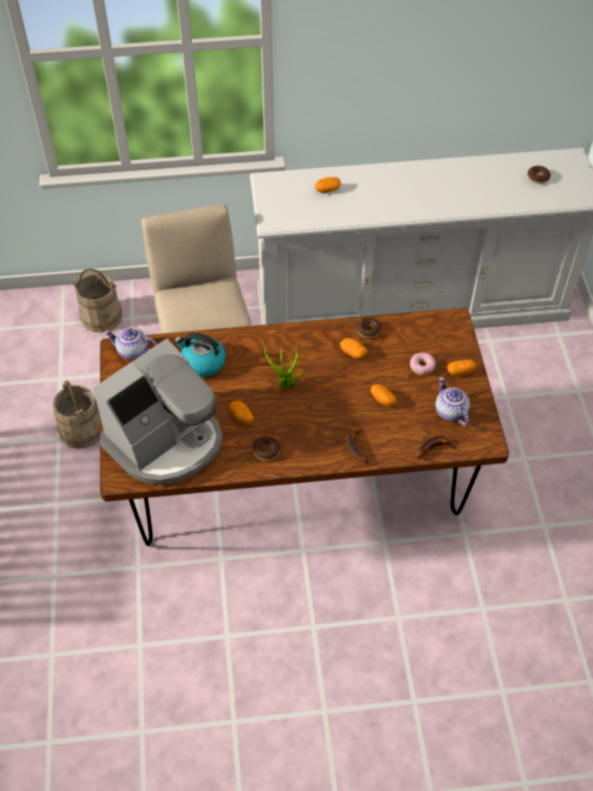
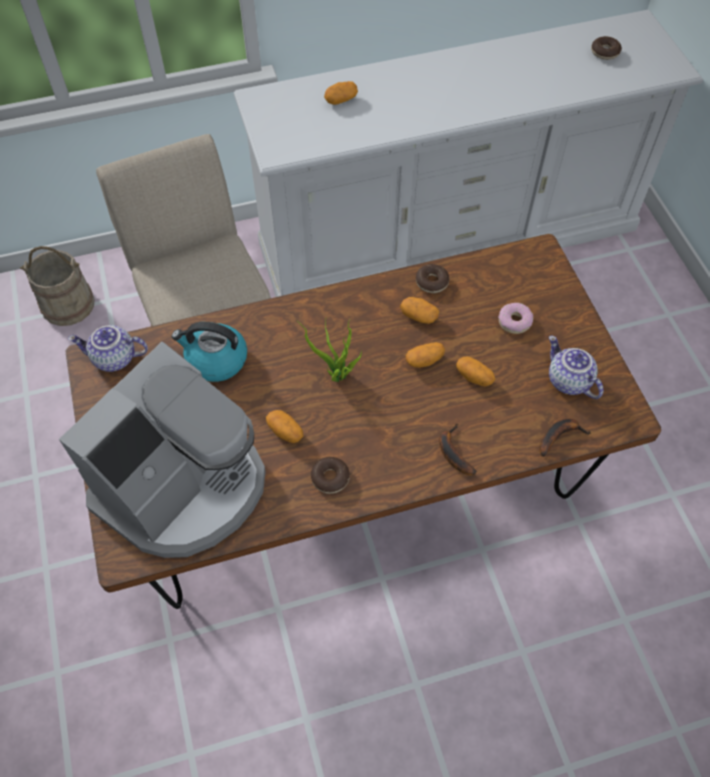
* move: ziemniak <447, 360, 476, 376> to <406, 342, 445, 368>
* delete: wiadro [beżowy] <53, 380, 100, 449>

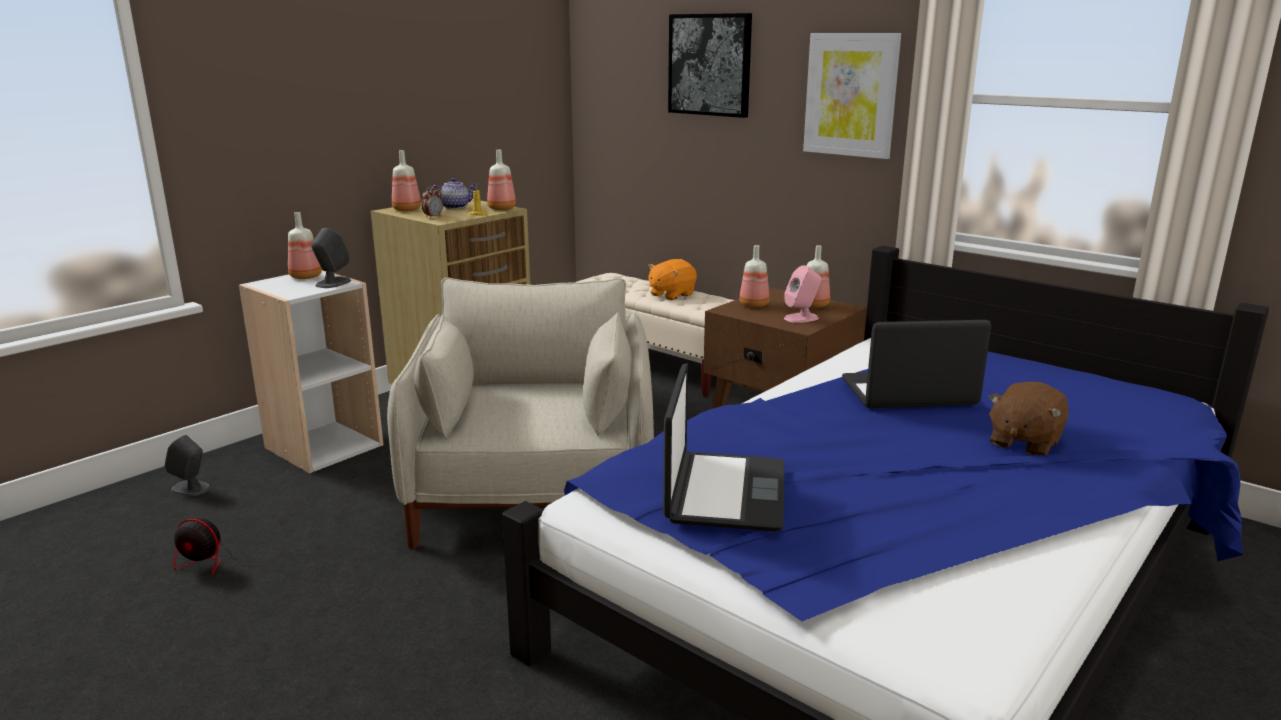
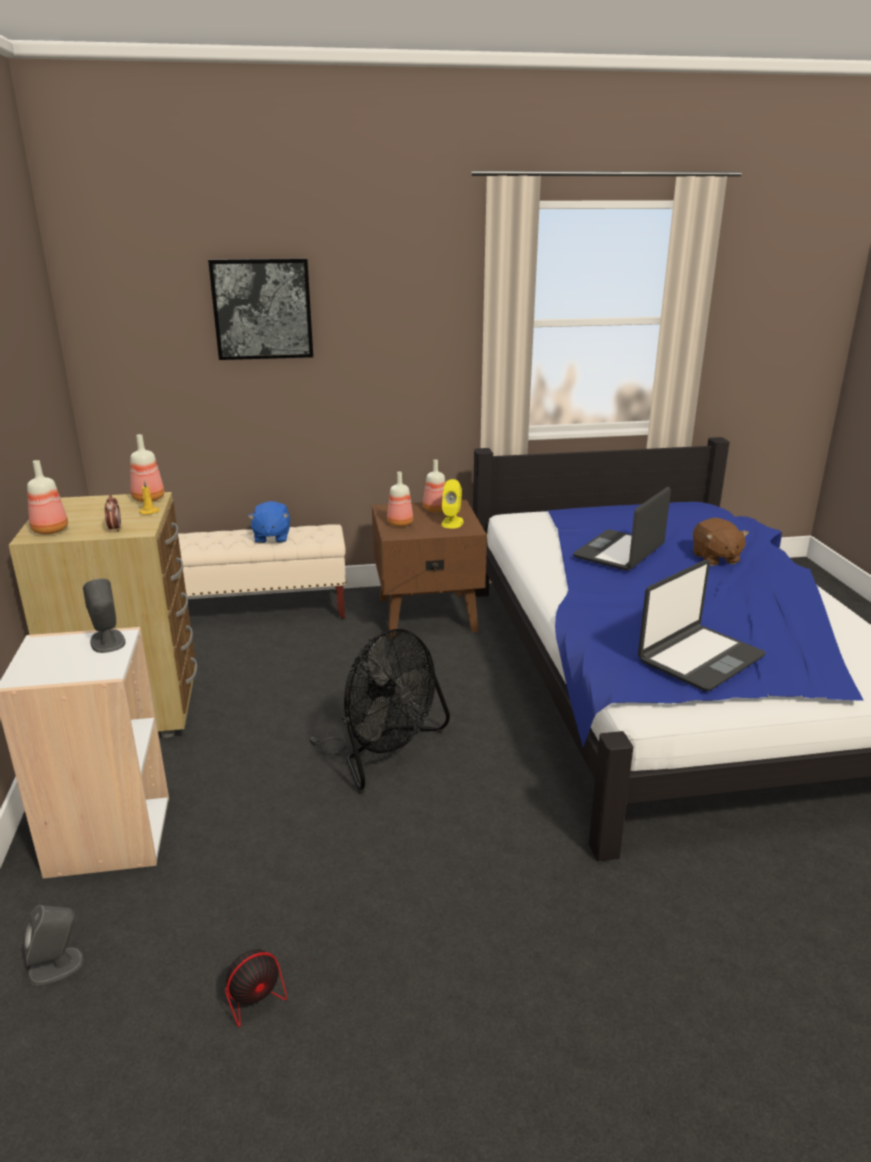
* recolor: pluszak [pomarańczowy] <648, 259, 697, 300> to pluszak [niebieski] <248, 501, 290, 543>
* replace: fotel [beżowy] <387, 277, 654, 549> to wentylator [czarny] <310, 629, 450, 794>
* recolor: głośnik [różowy] <784, 265, 821, 323> to głośnik [żółty] <441, 479, 464, 529>
* rotate: laptop <663, 363, 784, 532> = <638, 560, 766, 691> 90 degrees clockwise
* delete: butelka <288, 212, 322, 279>
* delete: imbryk <430, 178, 477, 209>
* delete: obraz <803, 33, 901, 159>

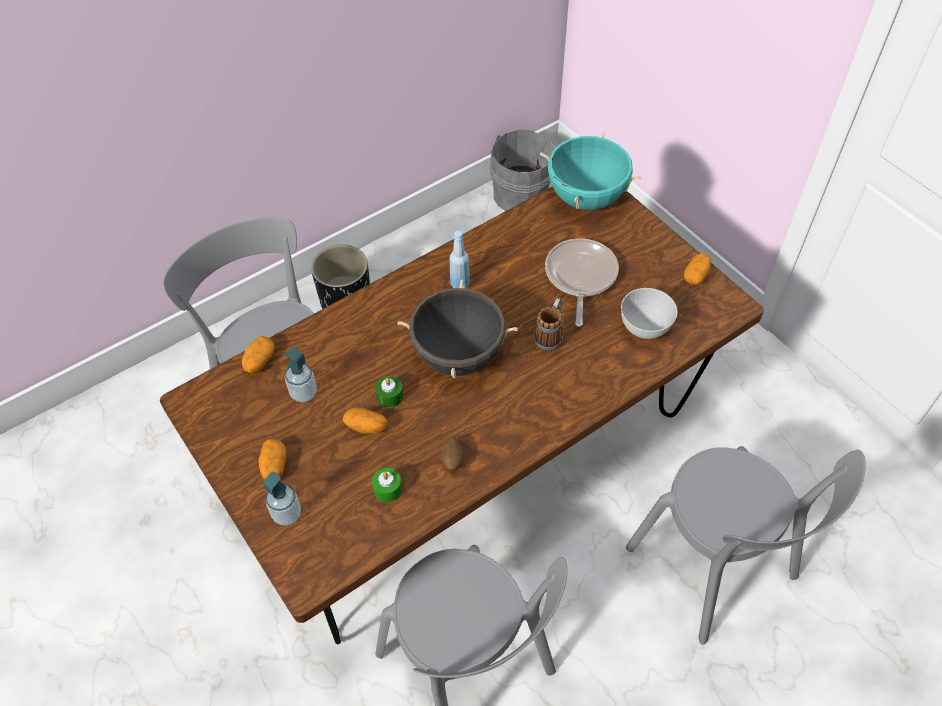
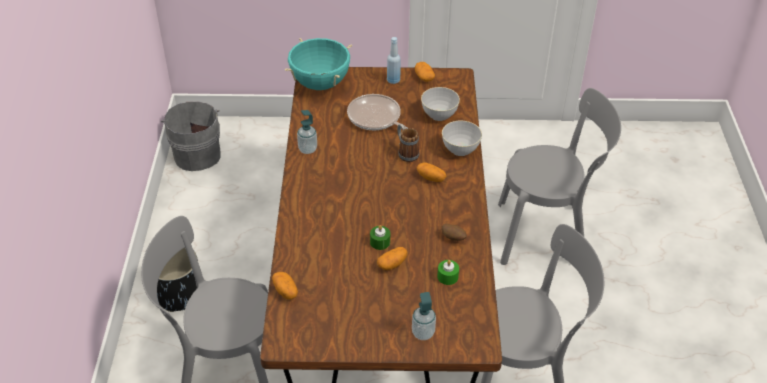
* move: dozownik mydła <285, 347, 317, 402> to <297, 110, 317, 154>
* move: butelka [niebieski] <450, 230, 470, 288> to <387, 37, 401, 84>
* move: ziemniak <258, 439, 286, 479> to <417, 162, 446, 182>
* insert: miska [szary] <442, 121, 482, 156>
* delete: garnek [czarny] <397, 280, 518, 379>

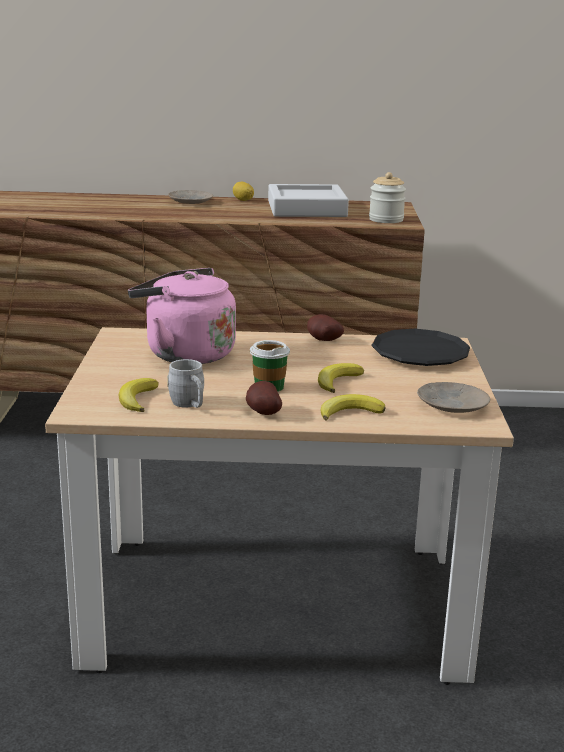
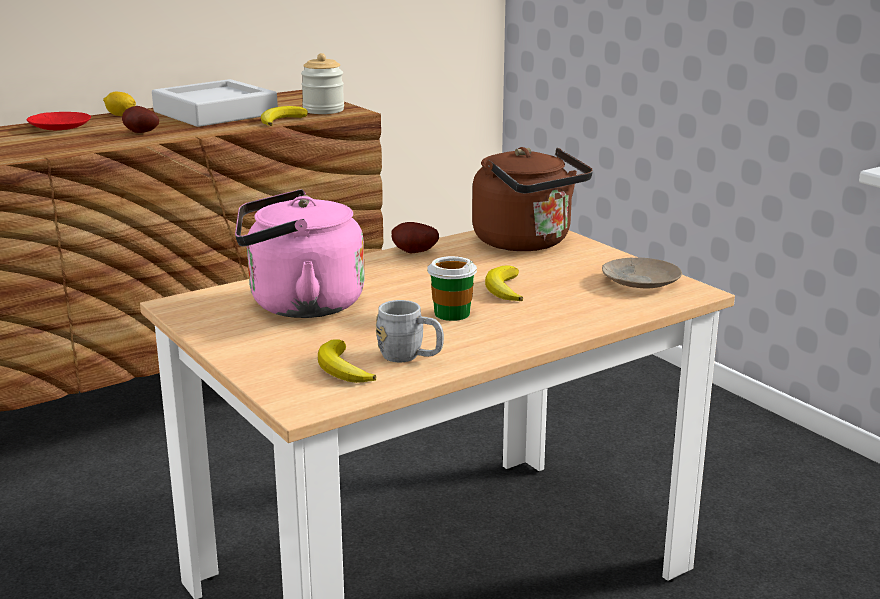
* recolor: talerz [beżowy] <168, 190, 213, 204> to talerz [czerwony] <26, 112, 91, 130>
* move: ziemniak <246, 381, 282, 415> to <122, 106, 159, 133>
* move: banan <321, 394, 386, 421> to <261, 106, 308, 126>
* replace: talerz [czarny] <372, 329, 470, 366> to czajnik [brązowy] <472, 147, 593, 251>

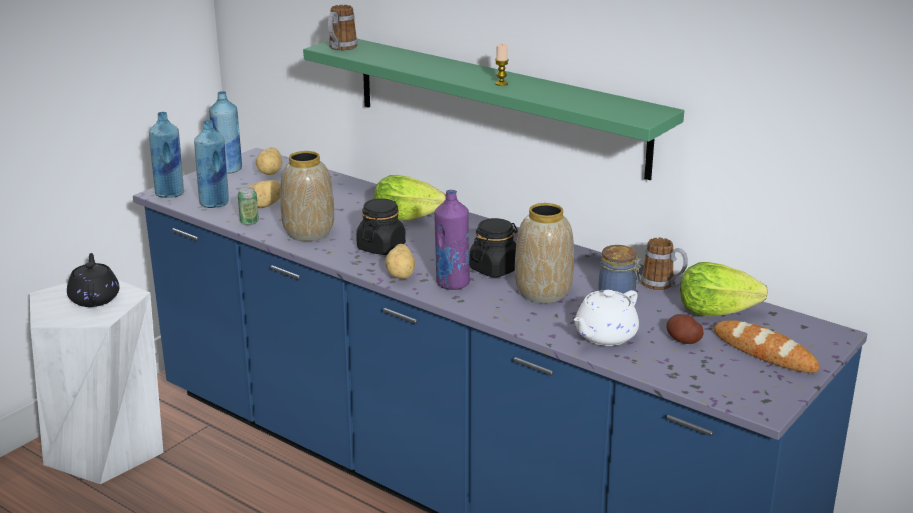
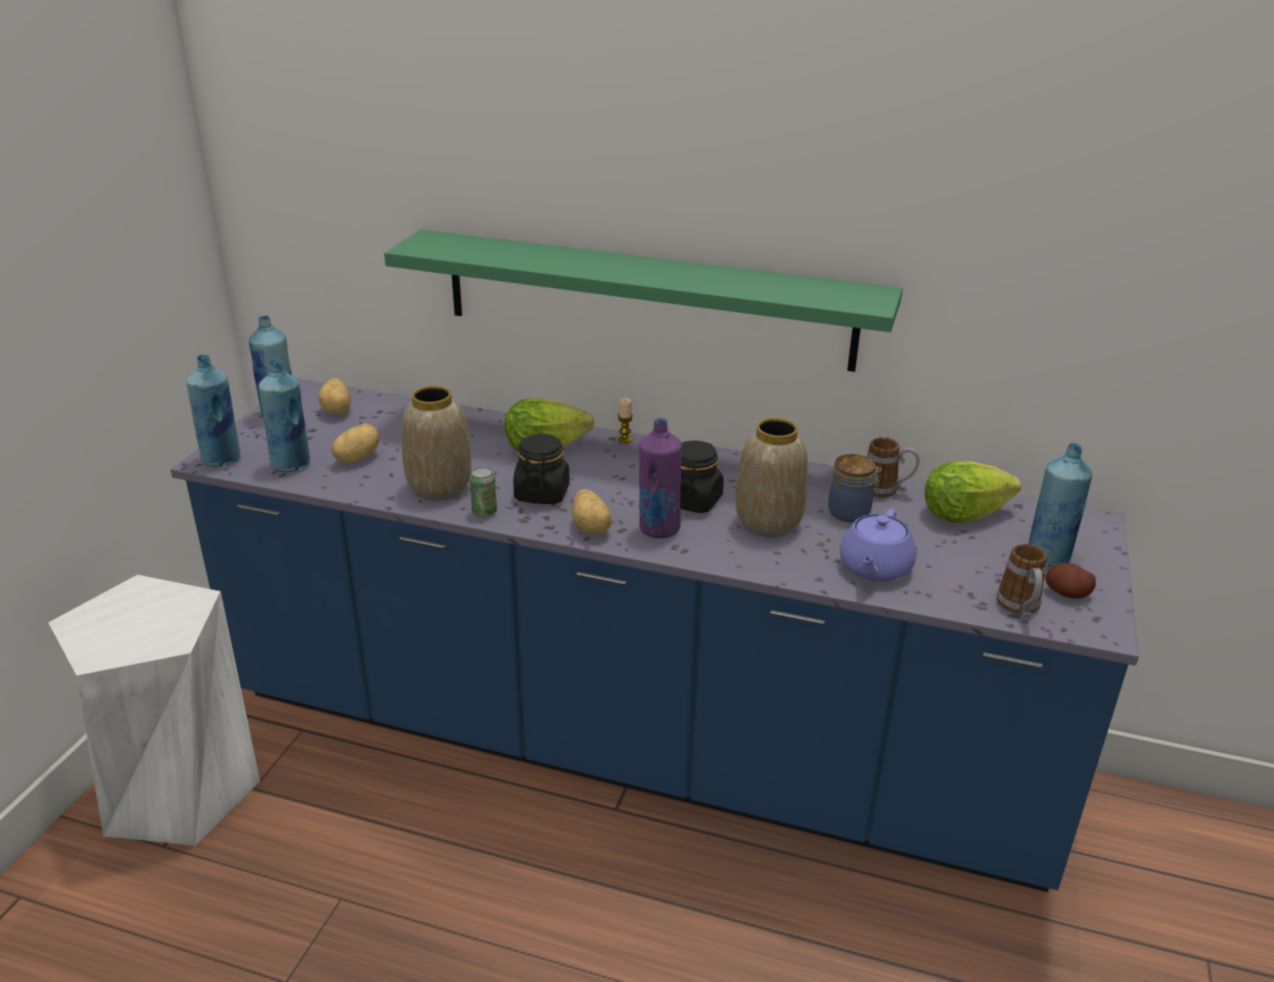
* move: puszka <238, 187, 259, 225> to <470, 467, 497, 518>
* move: świeca <495, 43, 509, 86> to <618, 398, 633, 443>
* recolor: imbryk [biały] <574, 290, 639, 346> to imbryk [fioletowy] <840, 509, 916, 582>
* move: kubek <328, 5, 358, 50> to <996, 544, 1047, 617>
* replace: chleb <714, 320, 819, 373> to butelka [niebieski] <1028, 443, 1092, 567>
* move: ziemniak <666, 314, 704, 344> to <1045, 563, 1096, 599>
* delete: imbryk [czarny] <67, 253, 120, 307>

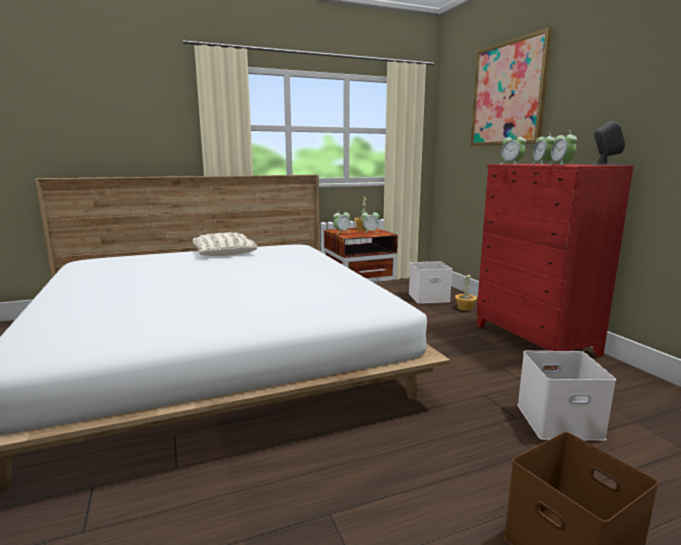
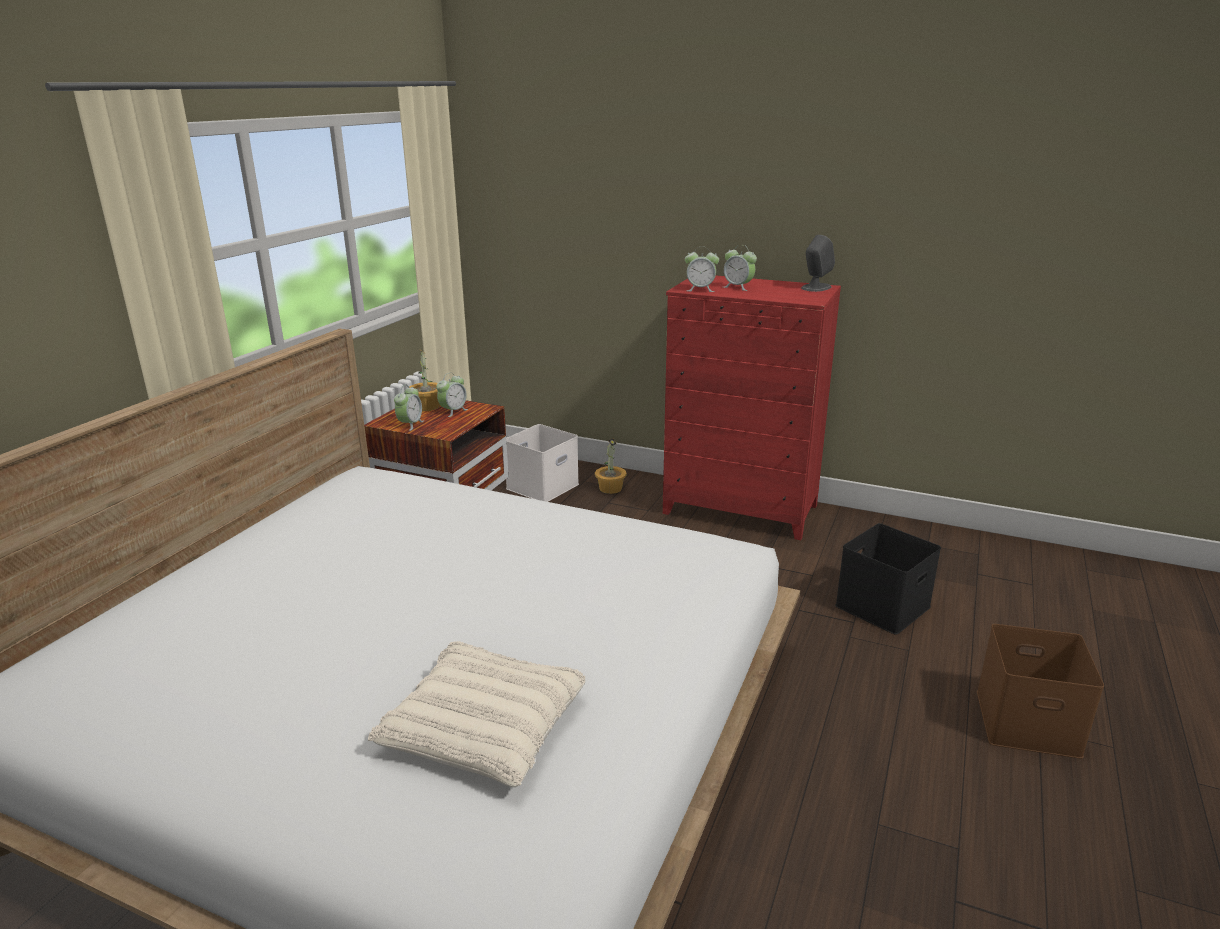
* move: poduszka [beżowy] <192, 232, 258, 256> to <368, 641, 585, 787>
* recolor: pojemnik do przechowywania [biały] <517, 351, 616, 441> to pojemnik do przechowywania [czarny] <835, 523, 941, 635>
* delete: obraz <470, 27, 553, 146>
* delete: budzik <549, 131, 577, 165>

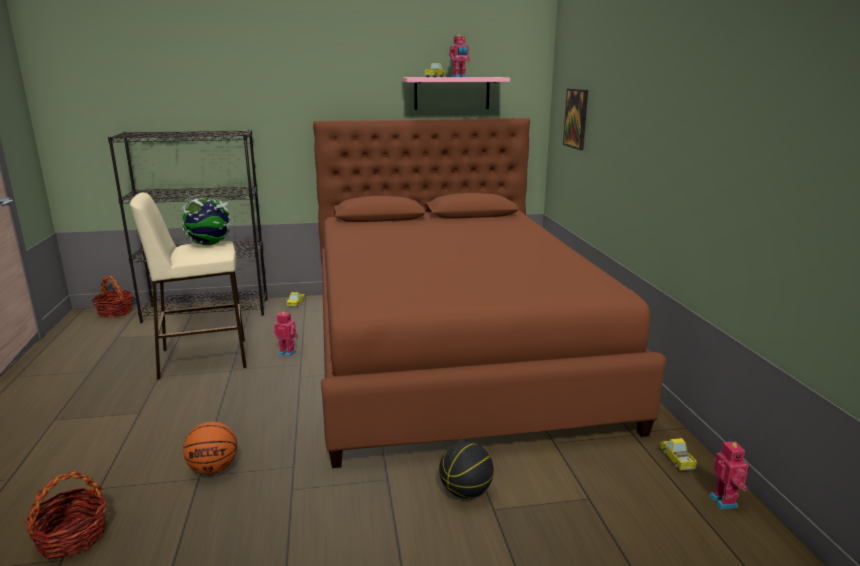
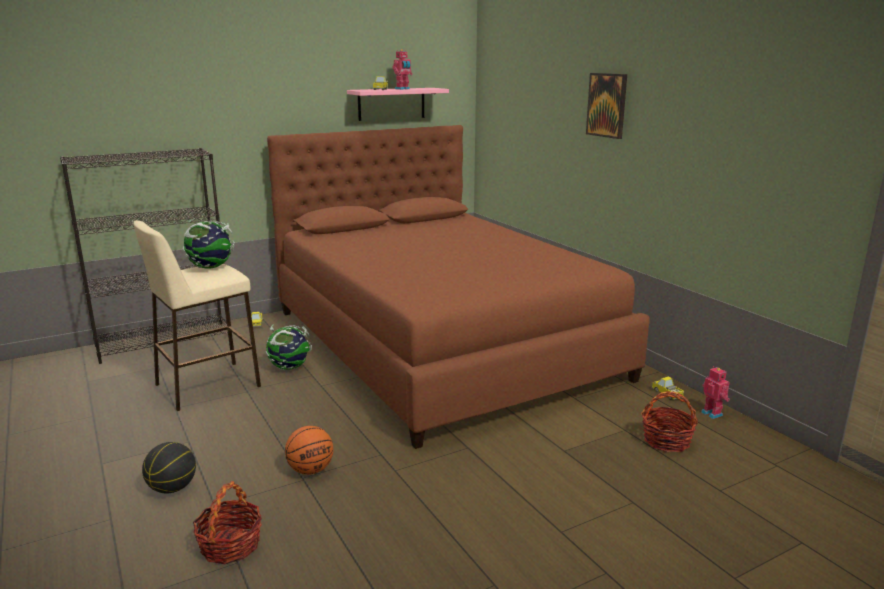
* move: piłka do koszykówki <439, 442, 494, 499> to <142, 442, 196, 493>
* replace: robot zabawkowy <273, 312, 298, 357> to globus <266, 324, 312, 370>
* move: obraz <563, 89, 588, 150> to <586, 73, 627, 139>
* move: koszyk <92, 276, 133, 318> to <641, 391, 698, 452>

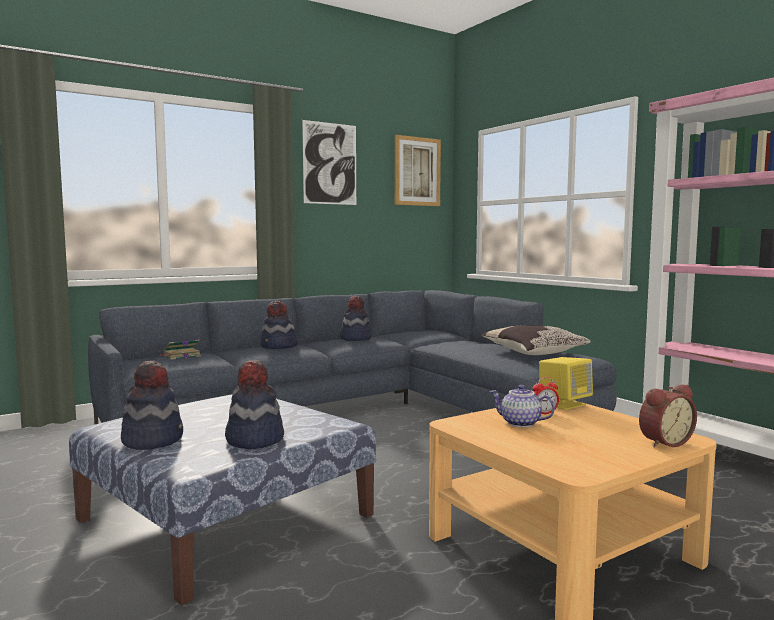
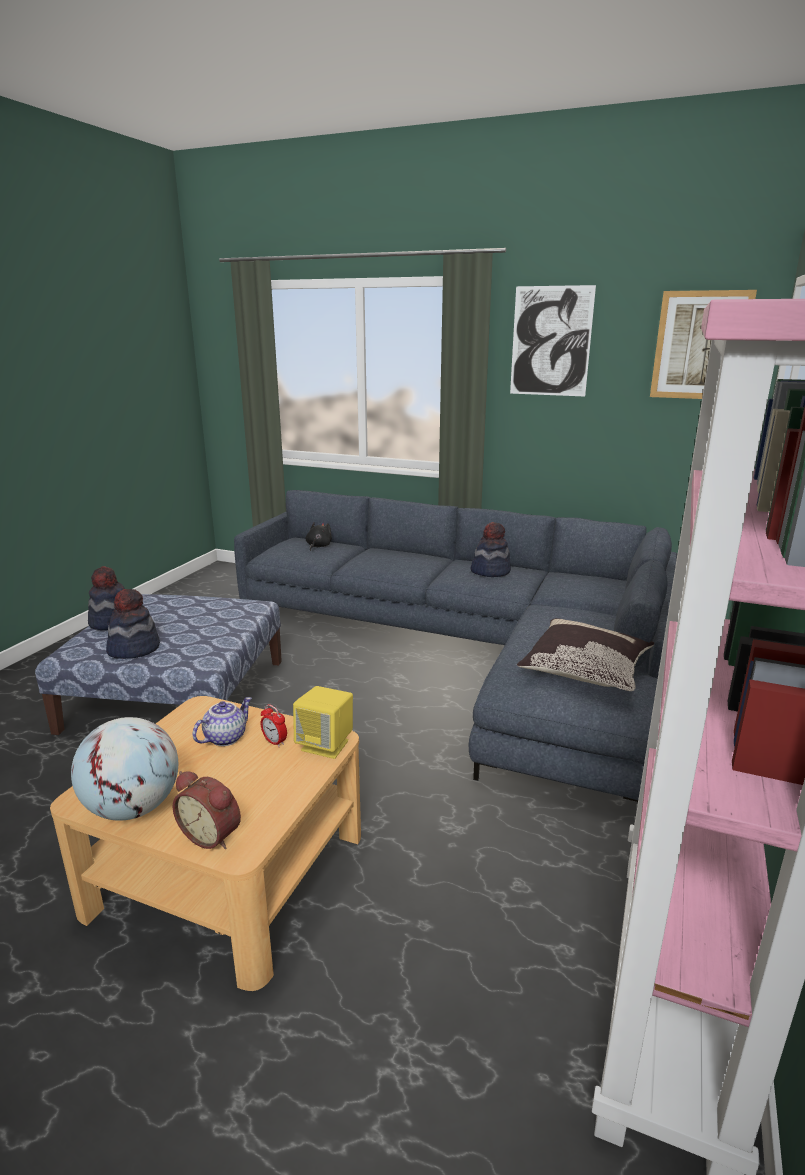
* insert: globus <71, 717, 178, 821>
* rotate: imbryk <490, 385, 555, 427> = <193, 697, 252, 746> 45 degrees clockwise
* replace: książka <160, 339, 201, 360> to pluszak [czarny] <305, 522, 332, 551>
* delete: kapelusz <260, 301, 298, 349>

